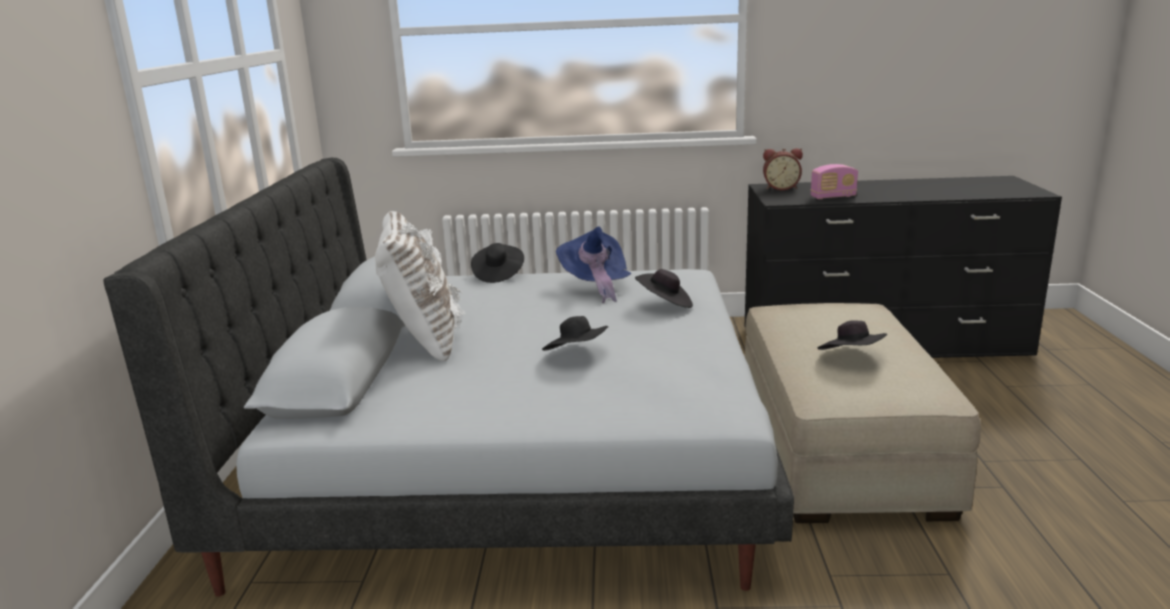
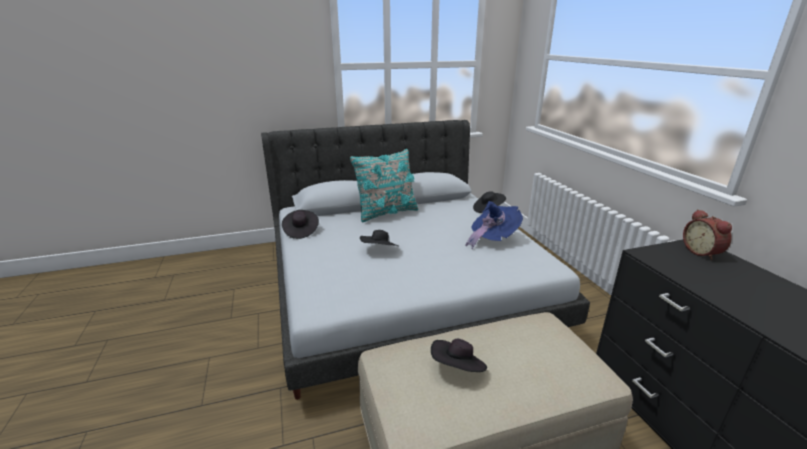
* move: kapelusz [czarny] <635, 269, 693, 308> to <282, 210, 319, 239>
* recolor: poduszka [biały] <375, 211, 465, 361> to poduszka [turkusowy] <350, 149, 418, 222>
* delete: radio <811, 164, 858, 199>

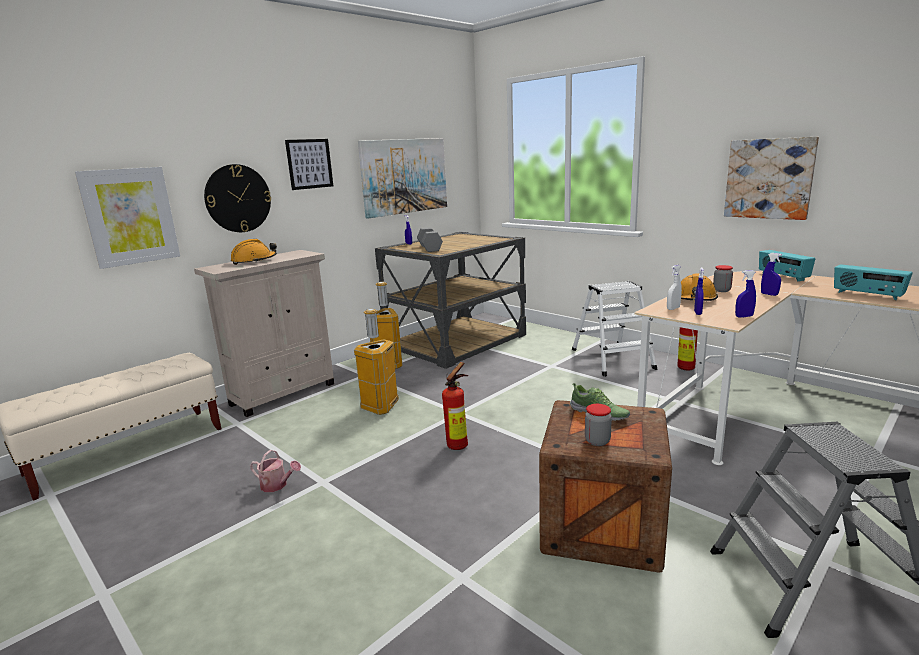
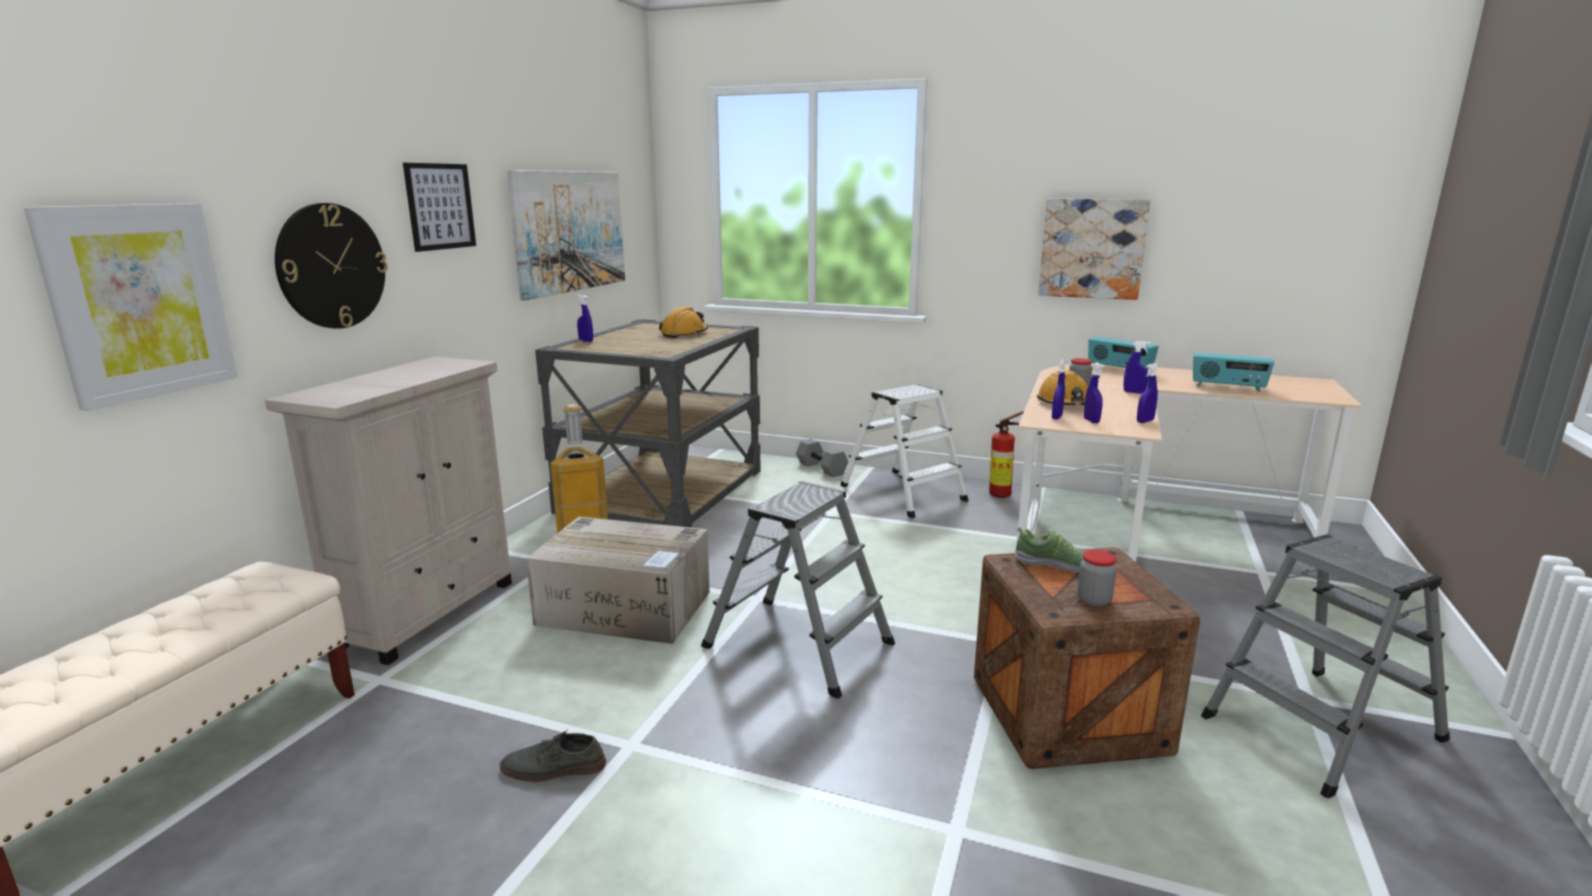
* replace: konewka <250, 450, 301, 492> to but [szary] <500, 730, 606, 782>
* replace: kosz na śmieci <354, 309, 399, 415> to karton <526, 517, 710, 644>
* move: kask [pomarańczowy] <231, 239, 277, 265> to <659, 307, 708, 338>
* replace: gaśnica <442, 362, 468, 450> to drabinka [szary] <701, 481, 895, 699>
* move: hantel [szary] <417, 228, 443, 252> to <796, 439, 848, 477>
* recolor: spryskiwacz [biały] <667, 265, 682, 310> to spryskiwacz [niebieski] <1052, 360, 1066, 419>

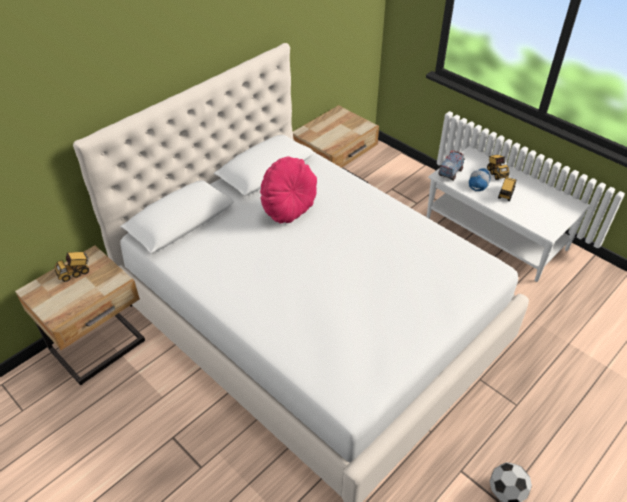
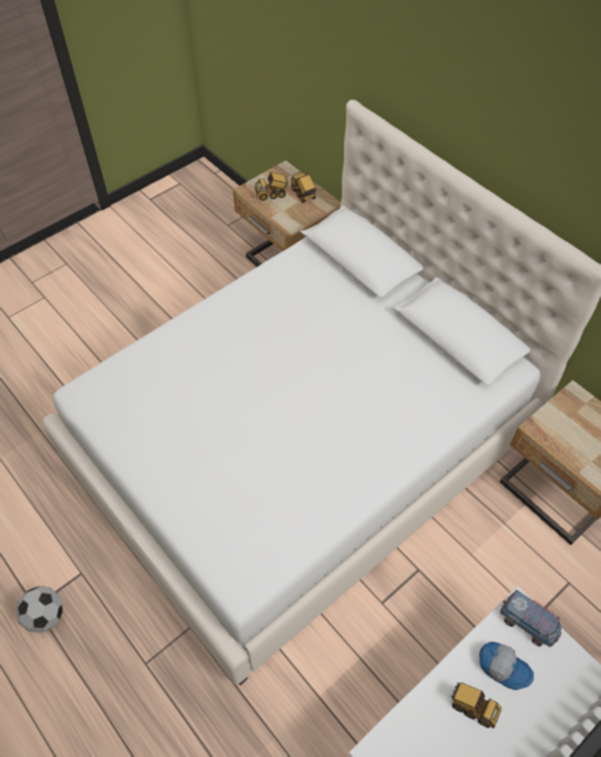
* move: ciężarówka zabawkowa <487, 155, 509, 180> to <255, 172, 289, 201>
* delete: poduszka [różowy] <260, 157, 317, 223>

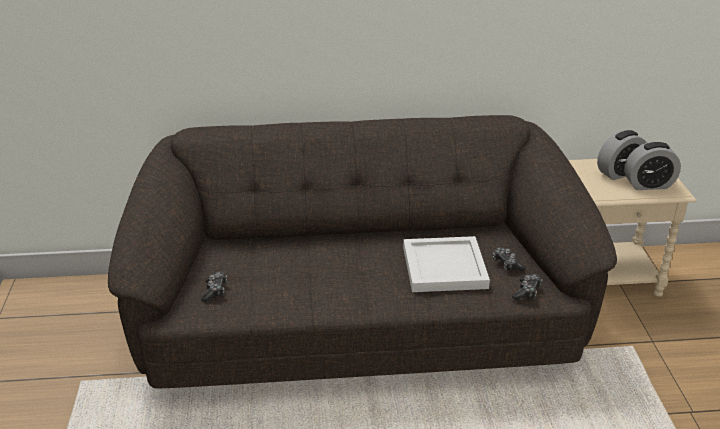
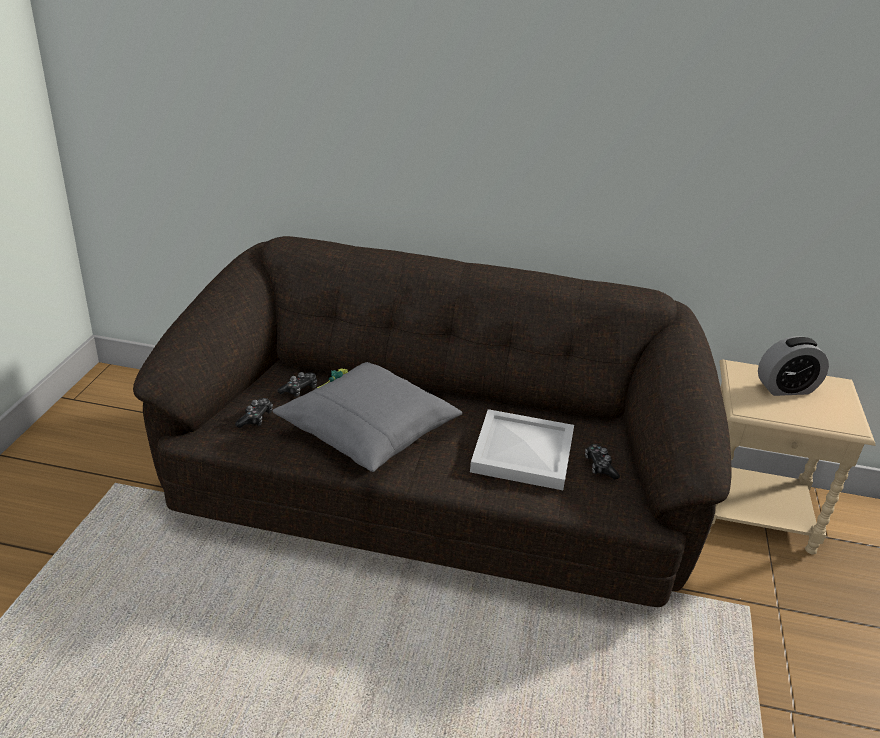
* insert: poduszka [szary] <273, 362, 462, 472>
* move: pad do gier <512, 274, 542, 300> to <278, 372, 317, 397>
* delete: budzik <624, 142, 681, 190>

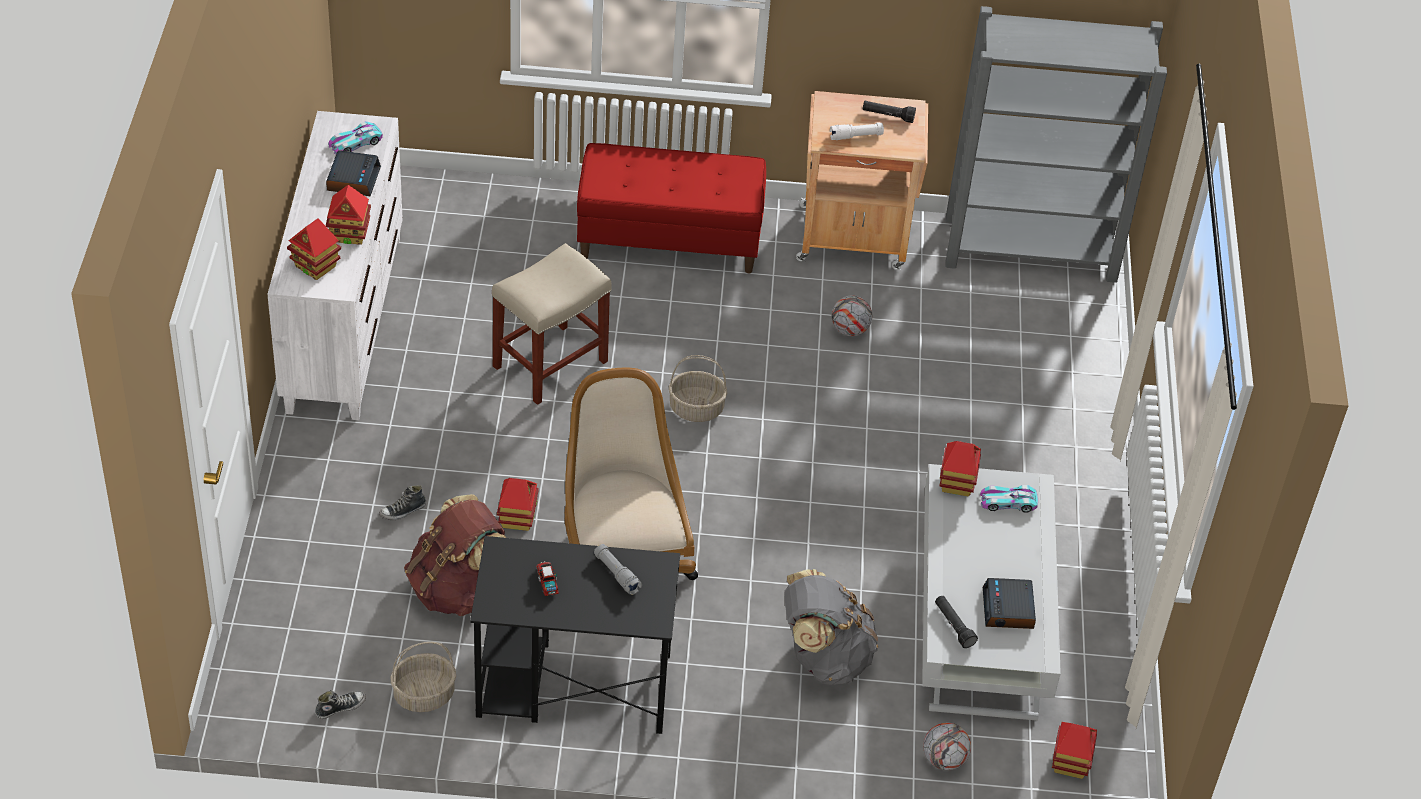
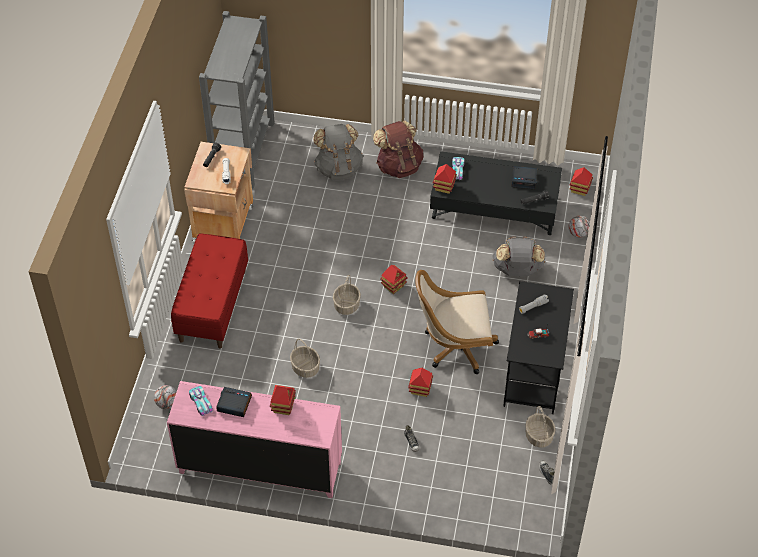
* move: piłka futbolowa <832, 295, 872, 336> to <154, 385, 177, 409>
* recolor: komoda [biały] <268, 111, 403, 420> to komoda [różowy] <167, 381, 342, 498>
* replace: stołek [beżowy] <492, 243, 612, 405> to koszyk <290, 338, 320, 378>
* insert: plecak [szary] <313, 124, 363, 180>
* move: plecak [brązowy] <404, 494, 506, 616> to <373, 121, 424, 178>
* move: domek <287, 218, 341, 280> to <380, 265, 408, 294>
* recolor: ława [biały] <922, 464, 1061, 721> to ława [czarny] <430, 151, 562, 235>

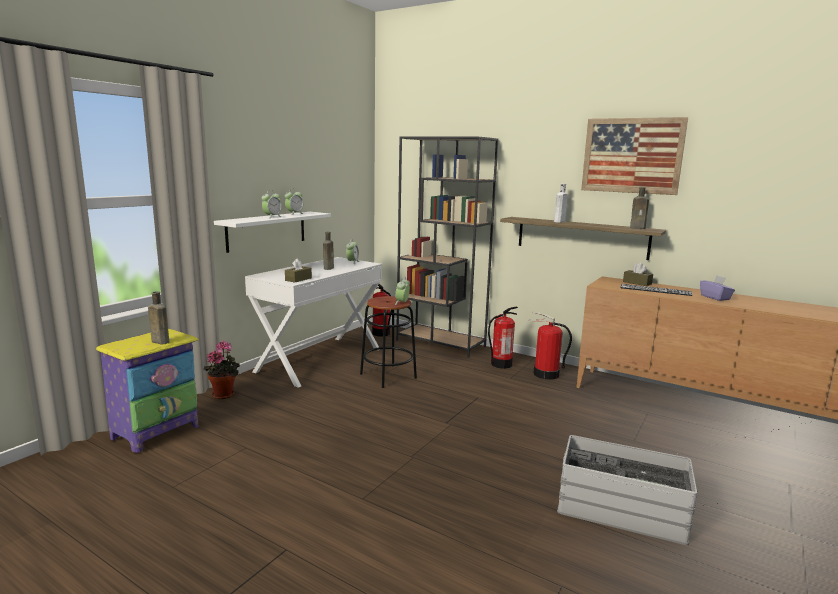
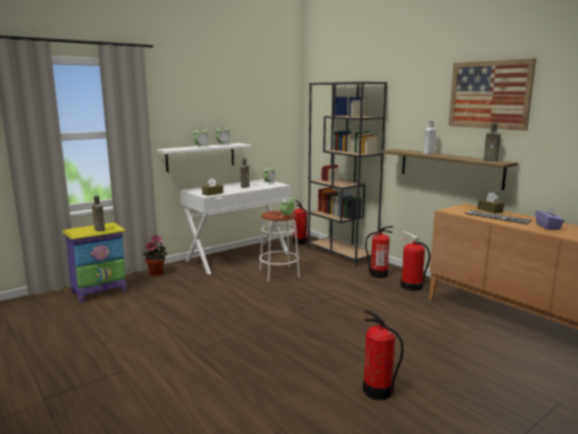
* recolor: stołek [czarny] <360, 296, 417, 388> to stołek [biały] <259, 211, 300, 282>
* replace: pojemnik do przechowywania [szary] <557, 435, 697, 545> to gaśnica <363, 310, 404, 400>

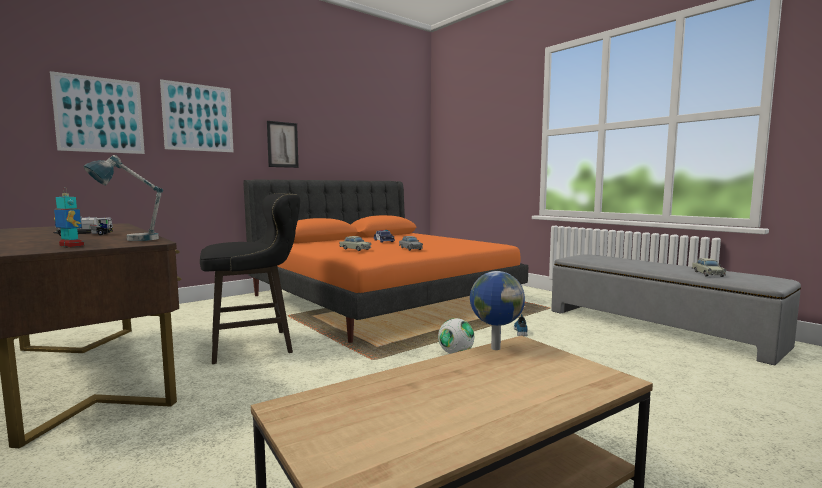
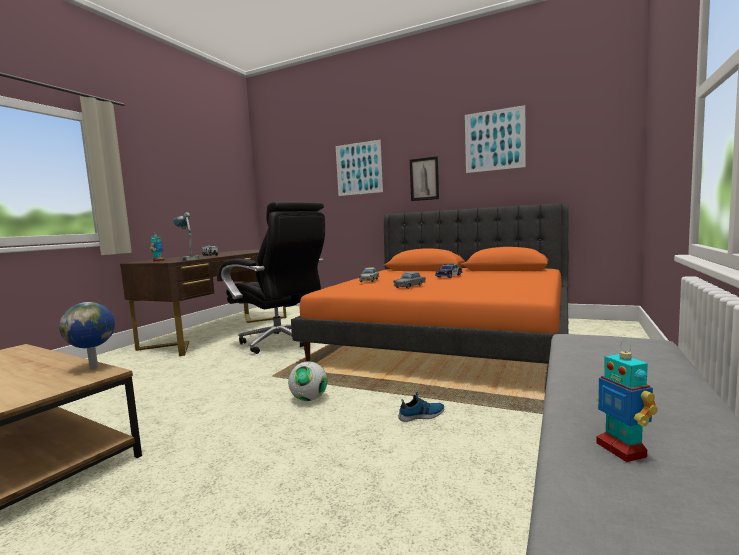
* replace: stołek [czarny] <200, 193, 300, 364> to krzesło biurowe [czarny] <219, 201, 325, 354>
* move: obraz <50, 71, 145, 154> to <465, 105, 526, 173>
* replace: samochodzik [beżowy] <692, 258, 727, 277> to robot zabawkowy <596, 341, 658, 462>

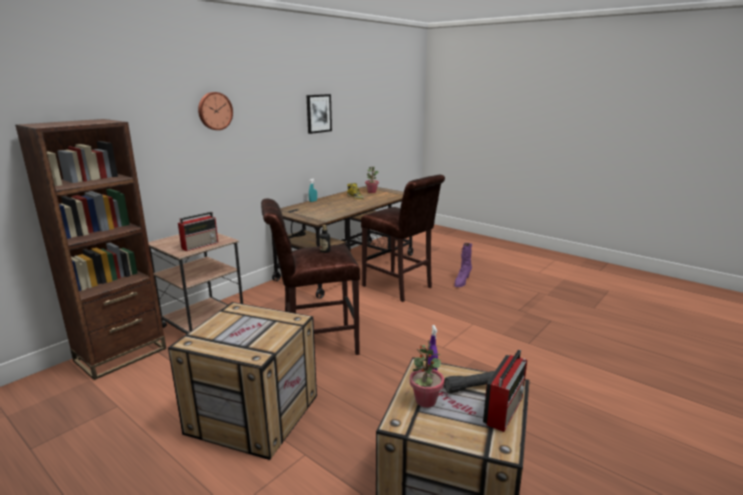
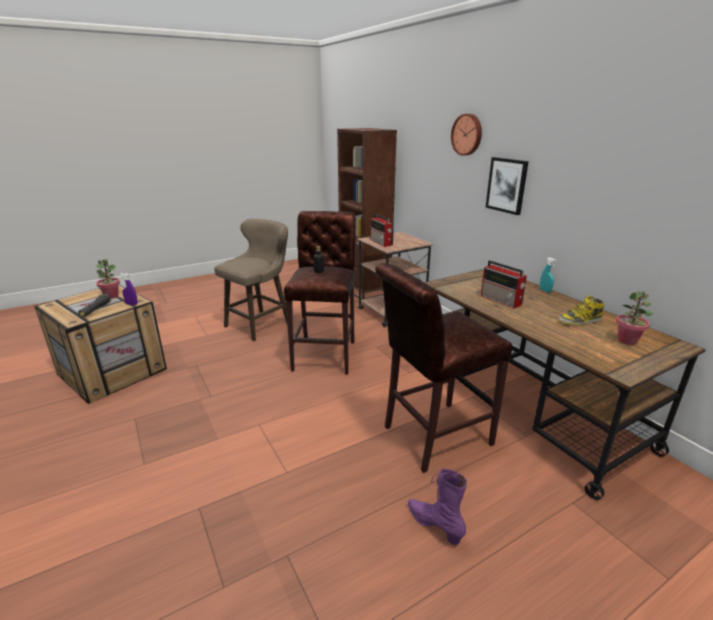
* replace: skrzynka <168, 302, 317, 460> to stołek [beżowy] <214, 219, 288, 341>
* move: radio <483, 350, 527, 432> to <481, 260, 527, 309>
* move: obraz <306, 94, 332, 134> to <486, 157, 529, 215>

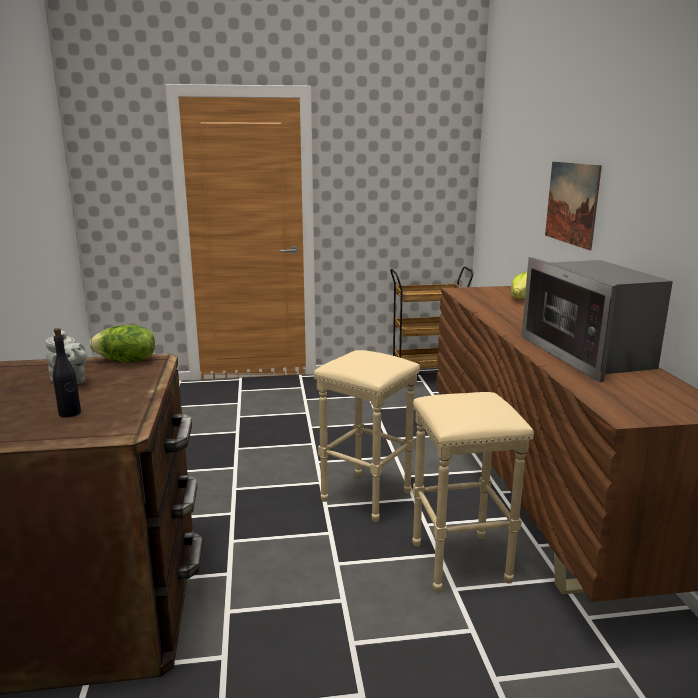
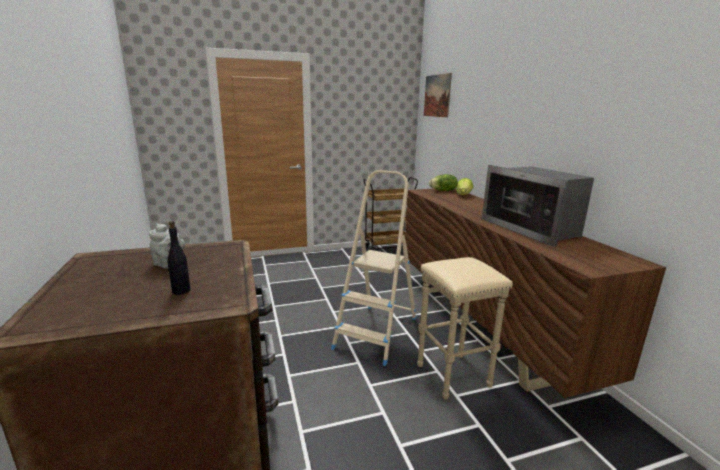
* replace: stołek [beżowy] <314, 350, 420, 522> to drabinka [beżowy] <331, 170, 416, 366>
* move: obraz <545, 161, 602, 250> to <424, 73, 452, 117>
* move: sałata <90, 325, 155, 362> to <429, 174, 458, 191>

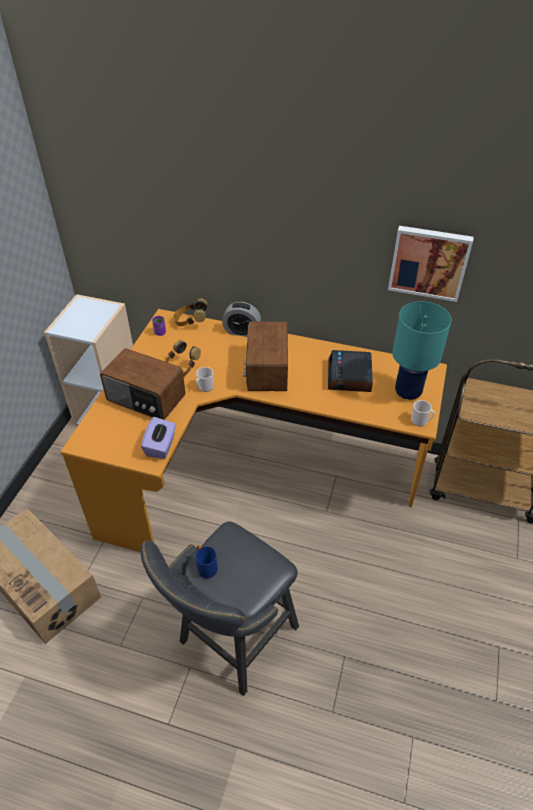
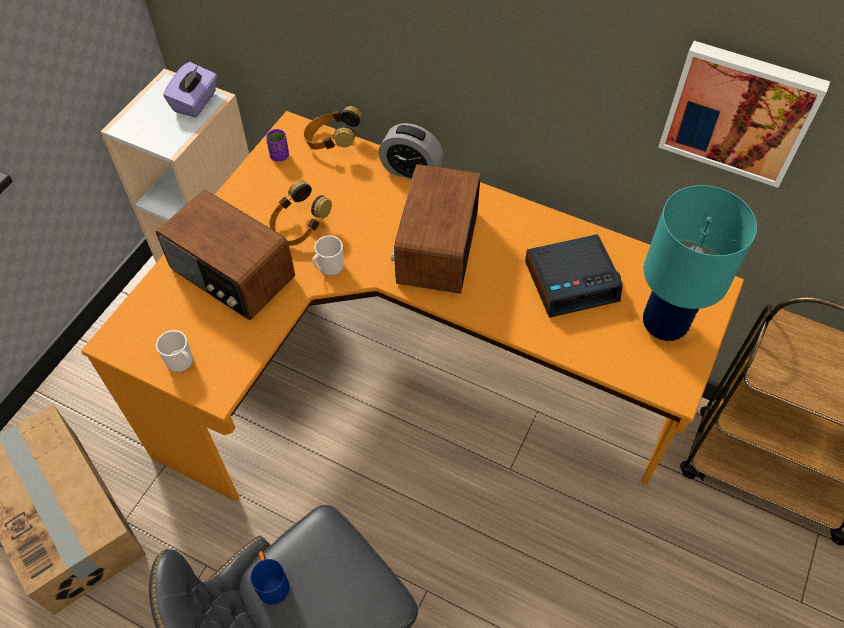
* move: kubek <411, 400, 435, 426> to <156, 330, 193, 372>
* move: pudełko chusteczek [fioletowy] <141, 417, 176, 459> to <163, 62, 217, 118>
* rotate: budzik <328, 350, 373, 392> = <525, 234, 623, 318> 120 degrees counterclockwise

